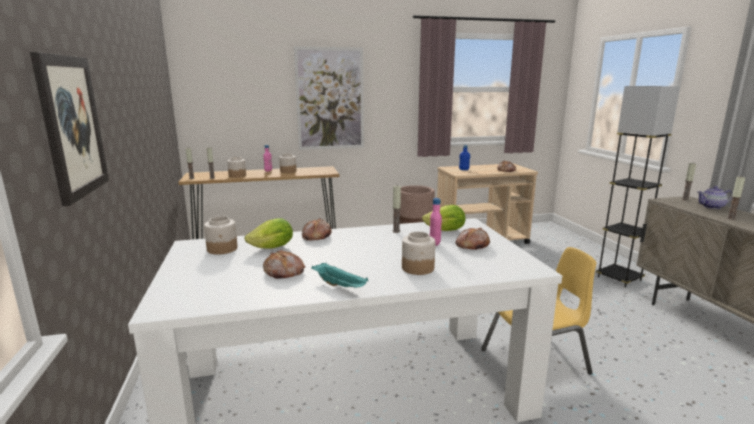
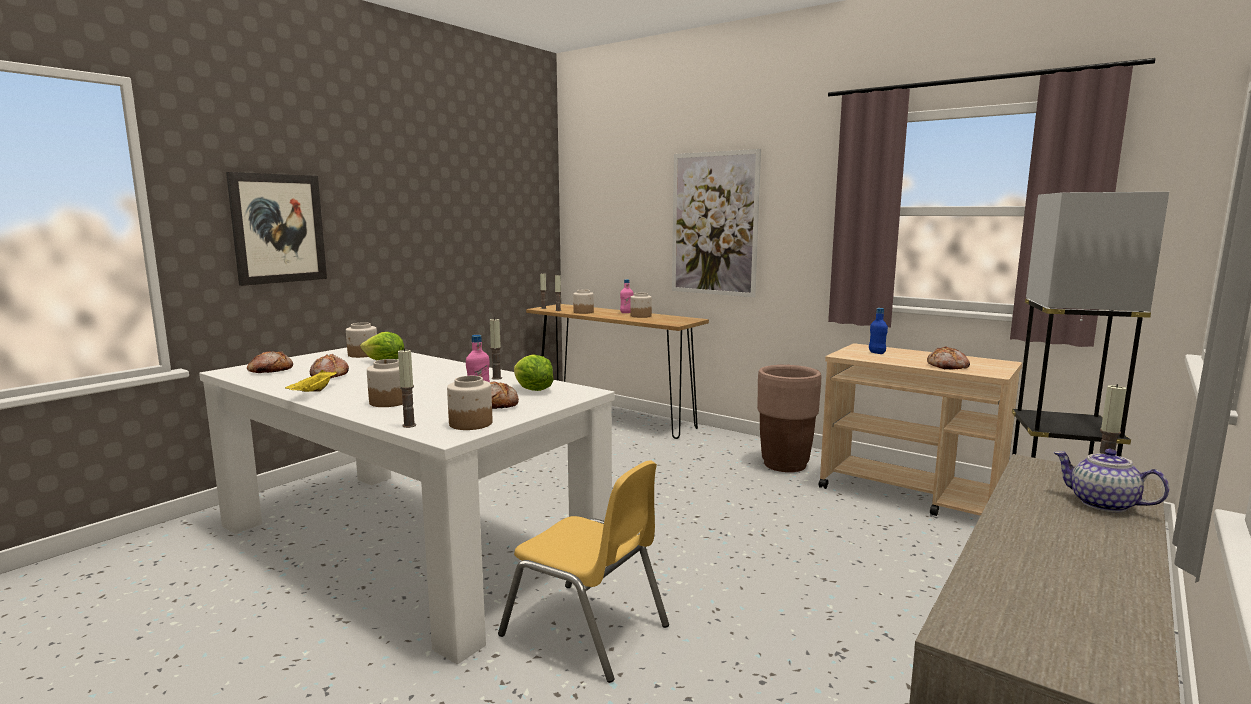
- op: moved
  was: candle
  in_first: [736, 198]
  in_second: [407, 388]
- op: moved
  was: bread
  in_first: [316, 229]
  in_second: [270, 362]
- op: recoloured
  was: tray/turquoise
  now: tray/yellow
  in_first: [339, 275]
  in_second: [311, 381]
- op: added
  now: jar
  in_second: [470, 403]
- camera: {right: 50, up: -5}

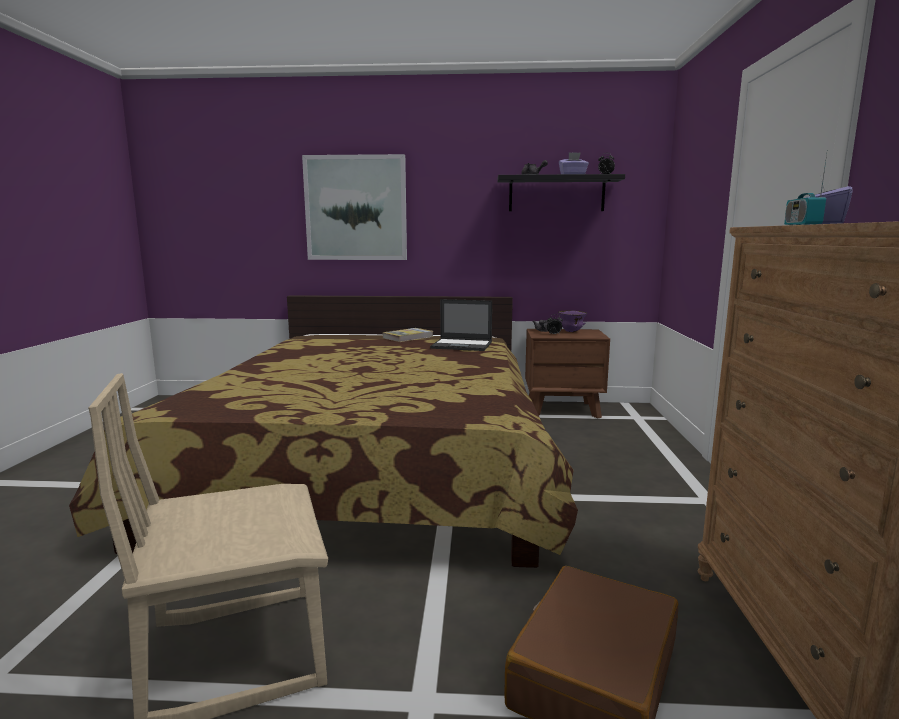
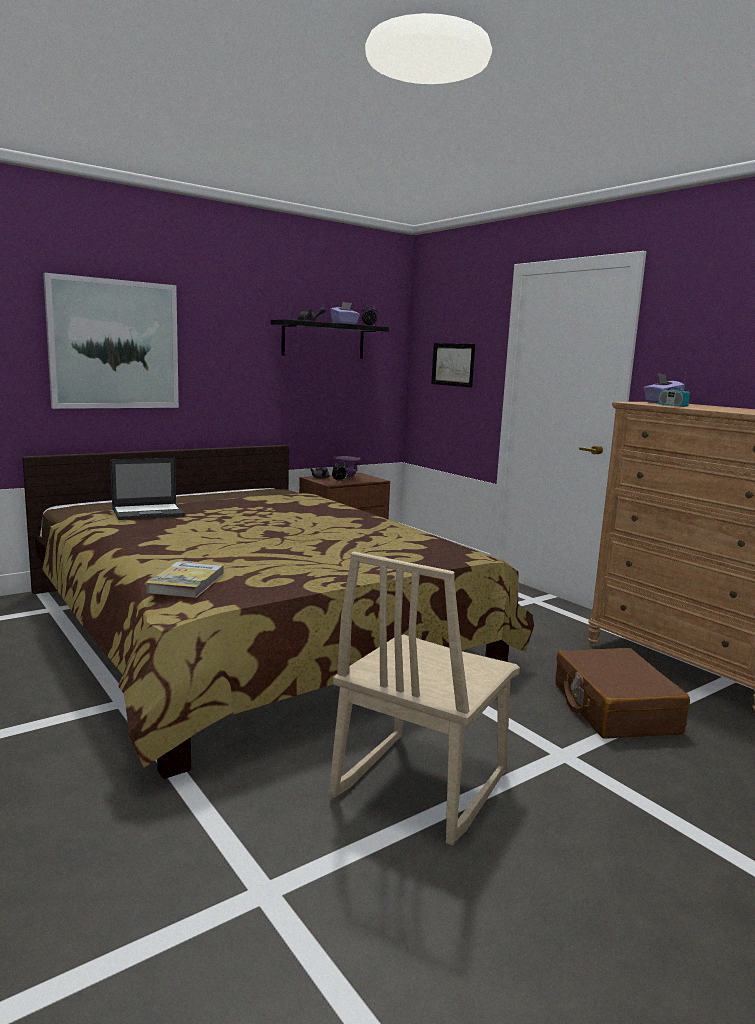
- op: moved
  was: laptop
  in_first: [461, 325]
  in_second: [147, 489]
- op: moved
  was: book
  in_first: [408, 335]
  in_second: [185, 579]
- op: added
  now: picture
  in_second: [453, 365]
- camera: {right: -40, up: 0}

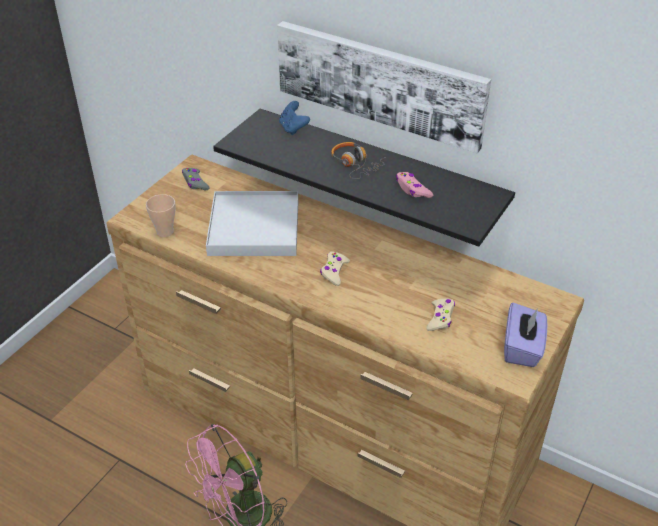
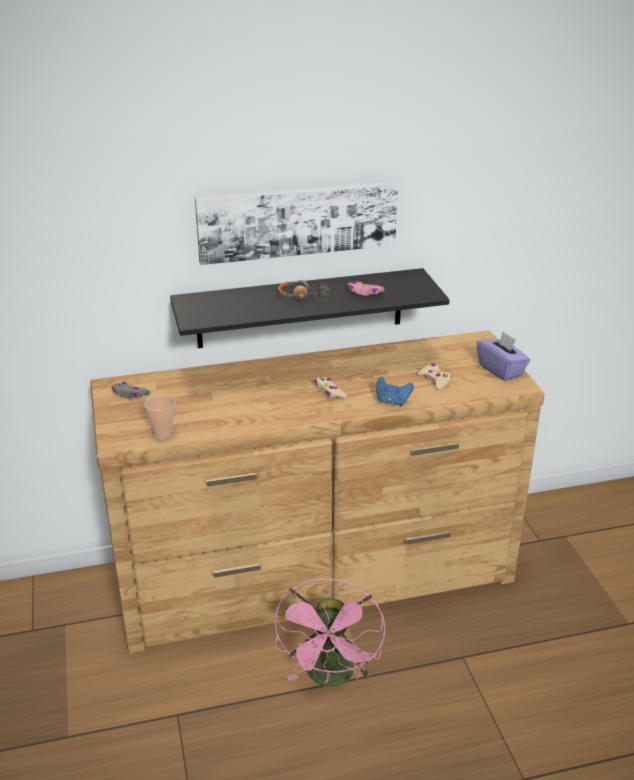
- op: moved
  was: game controller/blue
  in_first: [294, 118]
  in_second: [395, 391]
- op: removed
  was: tray/white
  in_first: [252, 223]
- camera: {right: -45, up: -10}

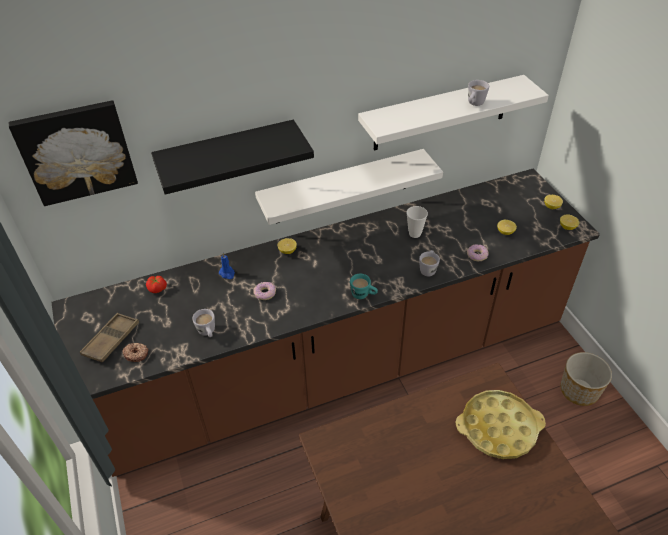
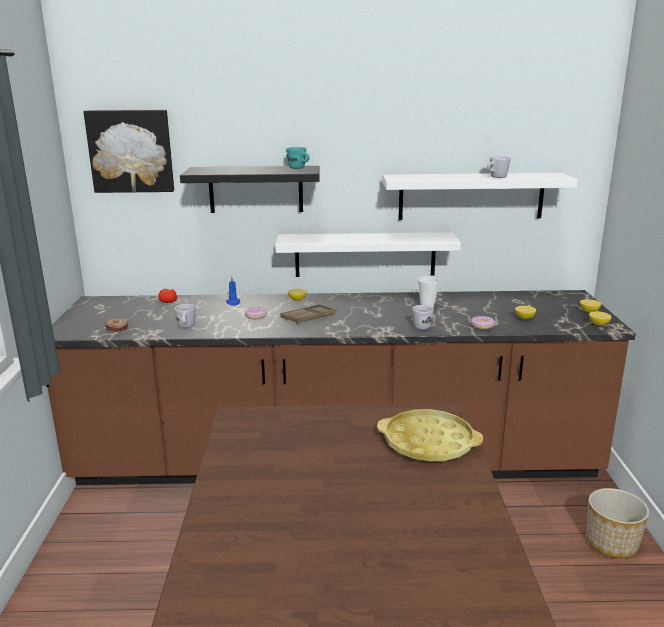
- op: moved
  was: mug/turquoise
  in_first: [364, 286]
  in_second: [297, 158]
- op: moved
  was: tray/brown
  in_first: [109, 338]
  in_second: [309, 314]
- camera: {right: 20, up: -25}

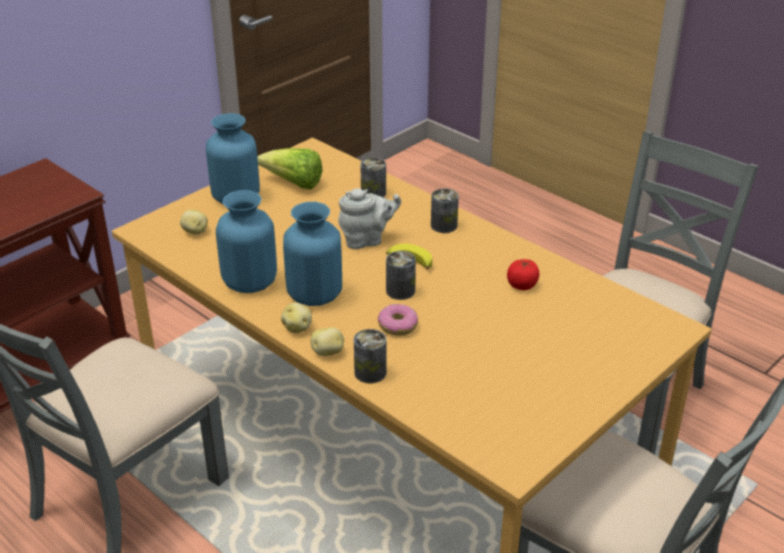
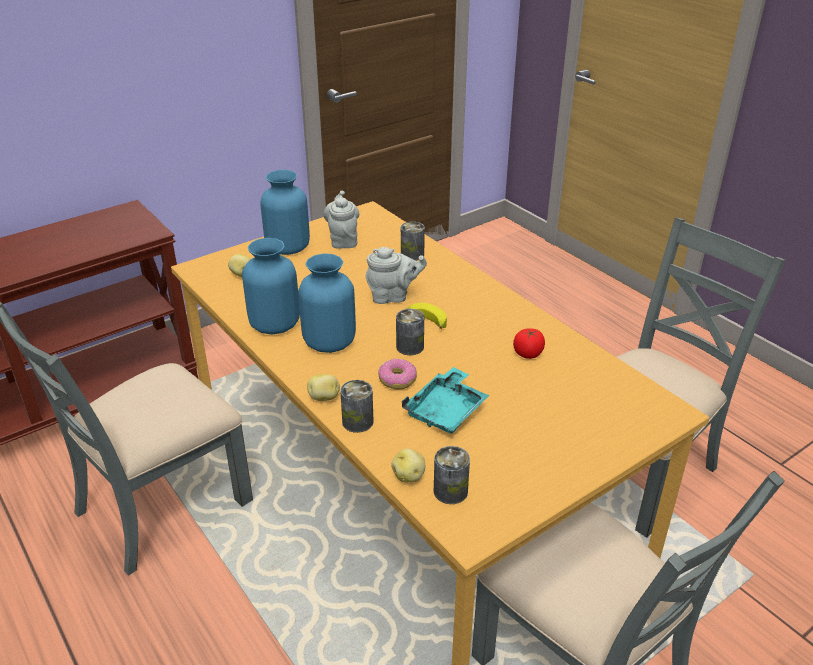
- op: replaced
  was: lettuce
  now: teapot/grey
  in_first: [290, 168]
  in_second: [341, 219]
- op: moved
  was: can
  in_first: [445, 210]
  in_second: [452, 475]
- op: moved
  was: potato
  in_first: [296, 318]
  in_second: [408, 466]
- op: added
  now: tray/turquoise
  in_second: [445, 400]
- camera: {right: 10, up: 0}

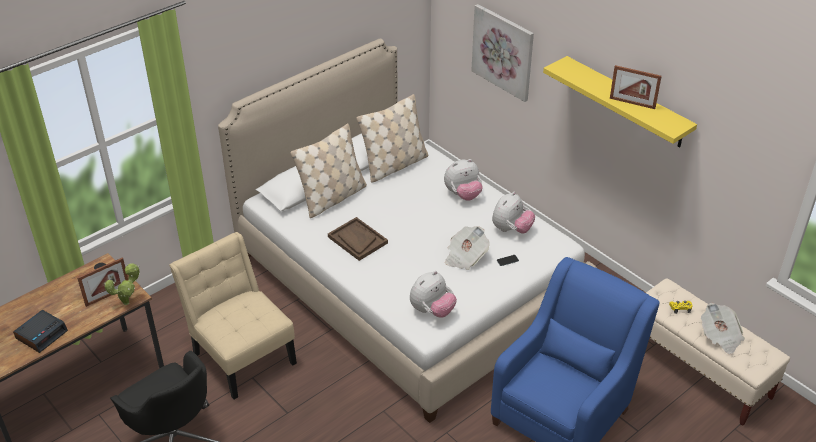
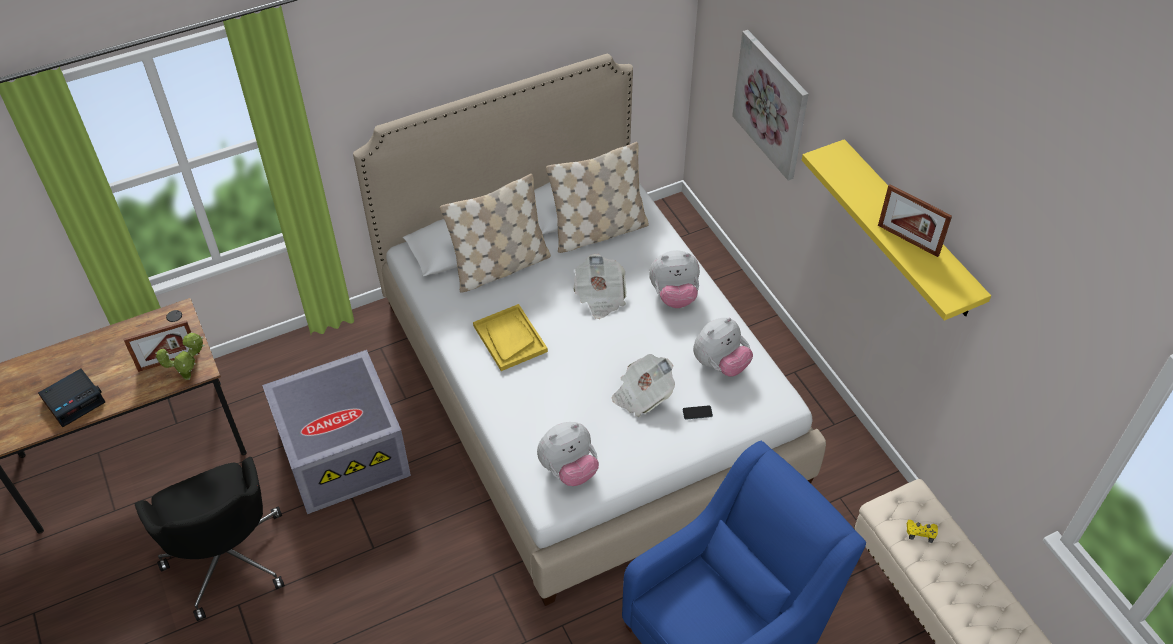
- op: recoloured
  was: tray/brown
  now: tray/yellow
  in_first: [358, 239]
  in_second: [510, 337]
- op: replaced
  was: chair/beige
  now: storage box/grey
  in_first: [233, 315]
  in_second: [336, 432]
- op: moved
  was: newspaper
  in_first: [723, 328]
  in_second: [600, 286]
- camera: {right: 15, up: 10}

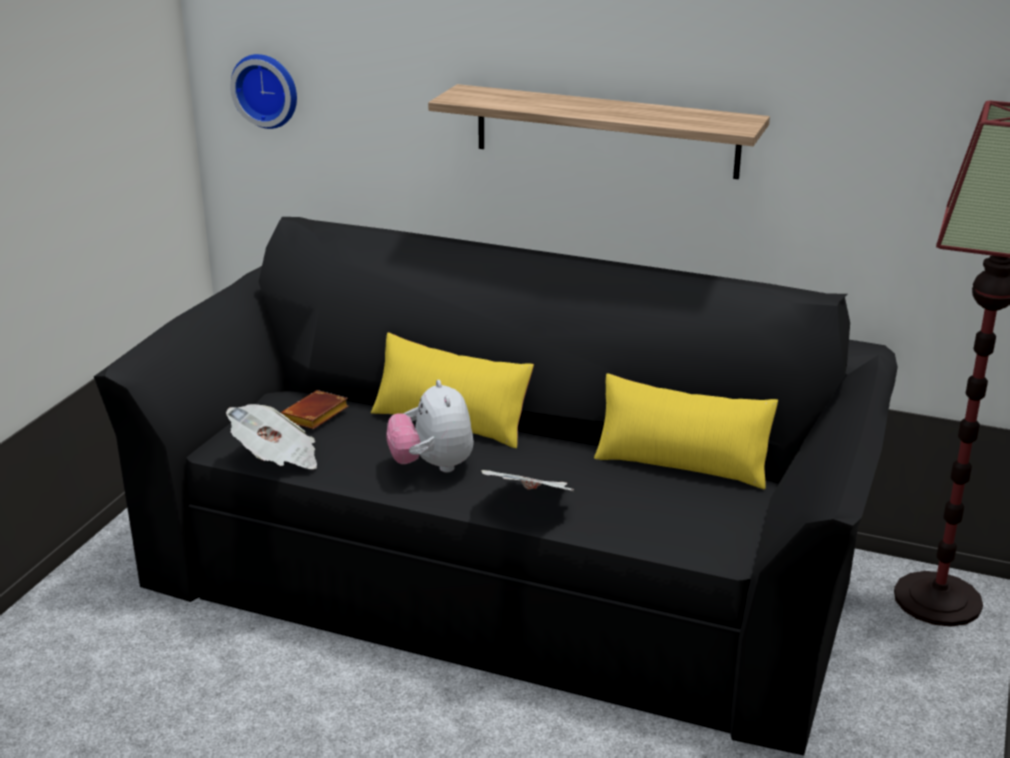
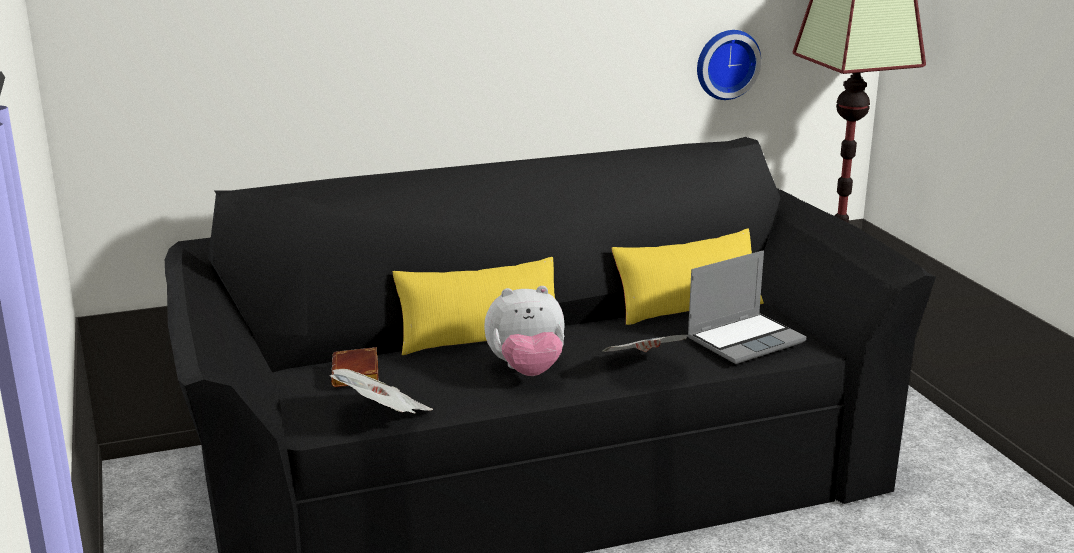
- op: moved
  was: wall clock
  in_first: [263, 91]
  in_second: [729, 65]
- op: removed
  was: shelf
  in_first: [599, 131]
- op: turned
  was: plush toy
  in_first: [430, 426]
  in_second: [524, 331]
  clockwise: -45
- op: added
  now: laptop
  in_second: [746, 307]
- camera: {right: -40, up: -5}

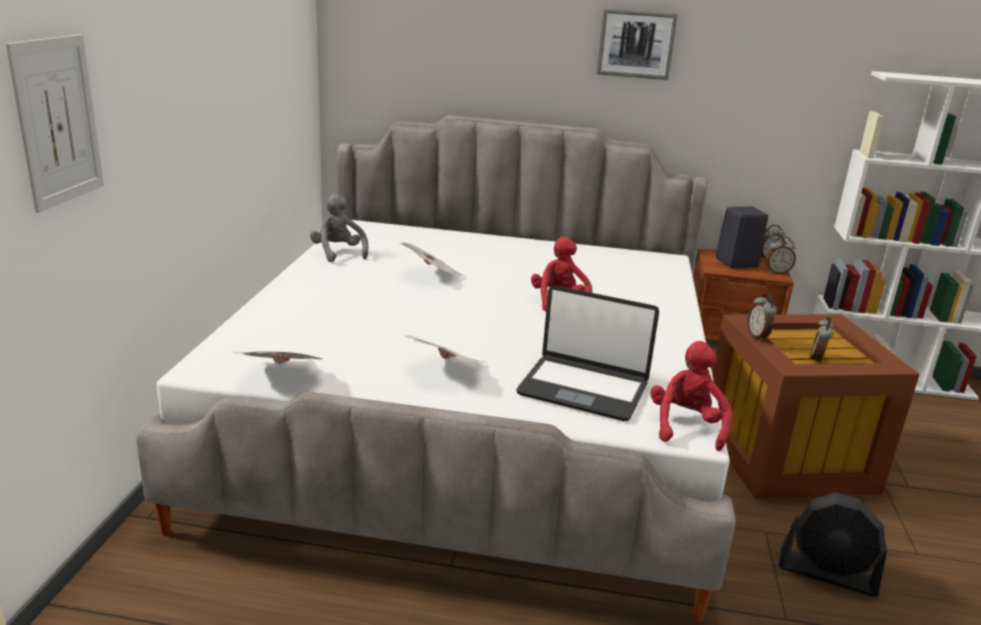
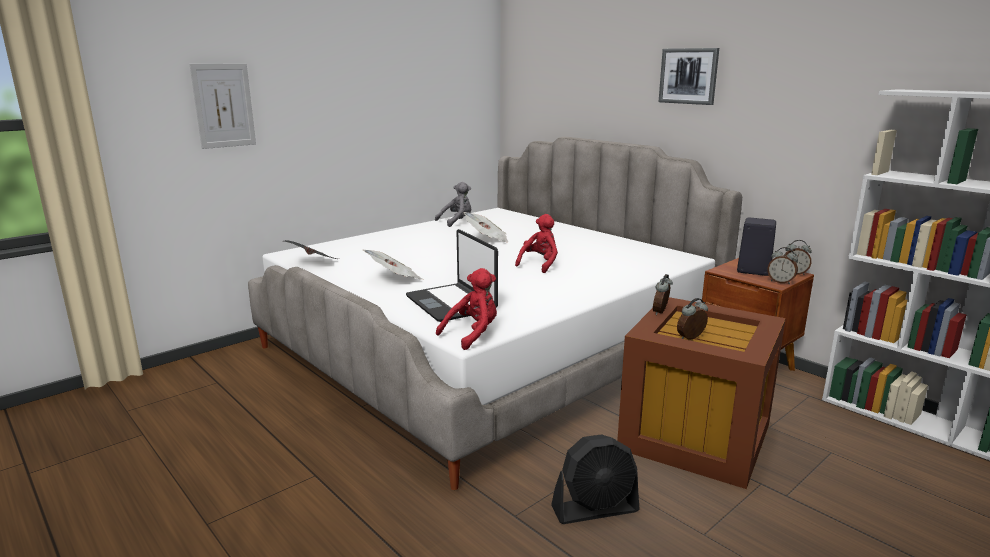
- op: turned
  was: plush toy/grey
  in_first: [339, 228]
  in_second: [453, 204]
  clockwise: 45
- op: turned
  was: fan/black
  in_first: [833, 544]
  in_second: [595, 479]
  clockwise: -75
- camera: {right: 40, up: -5}

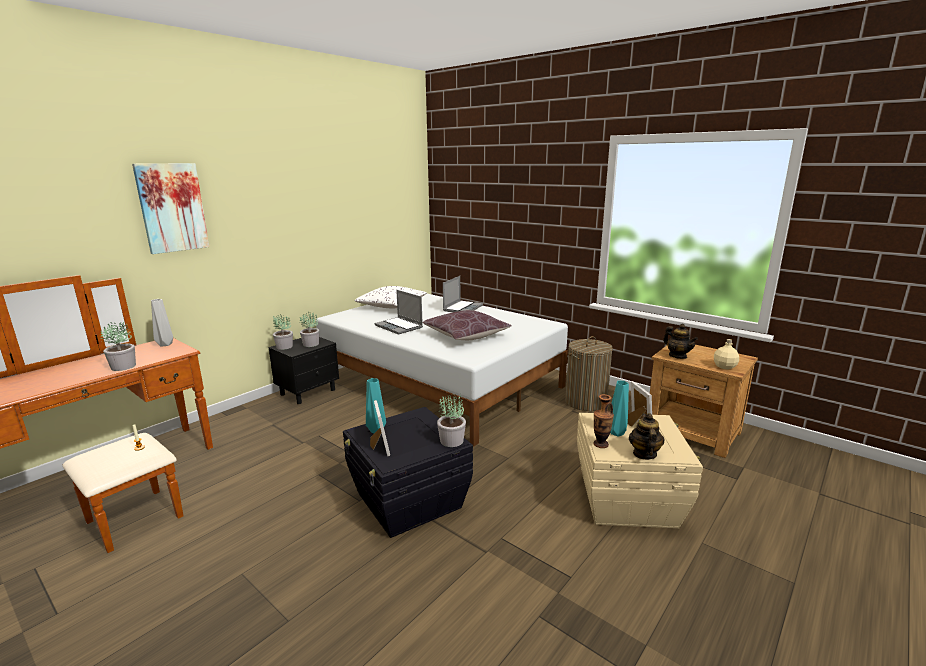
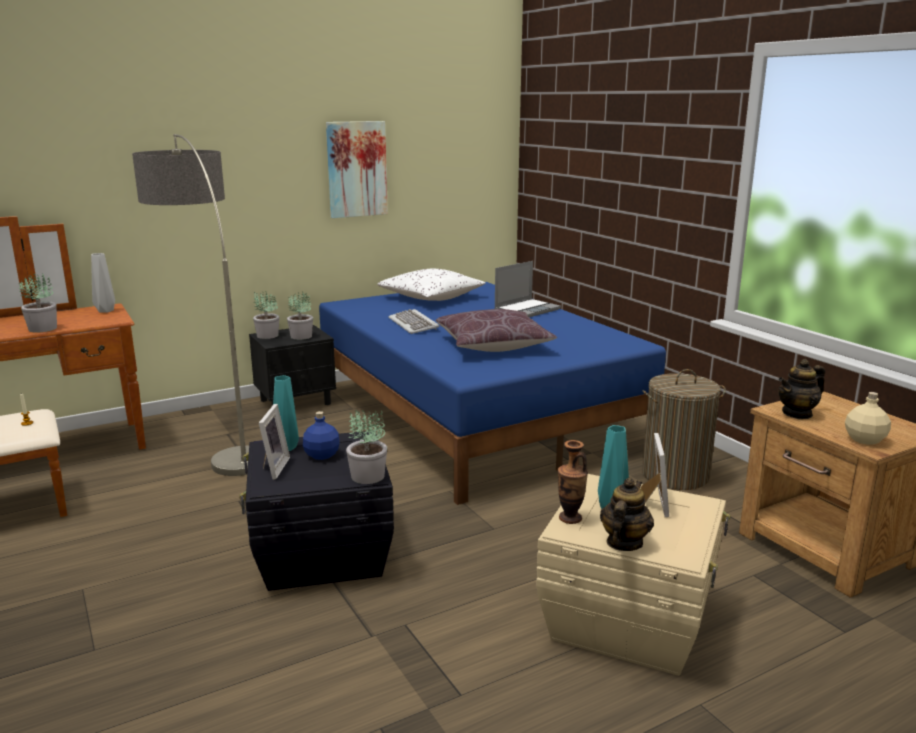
- op: moved
  was: picture
  in_first: [171, 208]
  in_second: [357, 169]
- op: replaced
  was: laptop
  now: keyboard
  in_first: [399, 312]
  in_second: [414, 321]
- op: recoloured
  was: bed/white
  now: bed/blue
  in_first: [442, 370]
  in_second: [492, 393]
- op: turned
  was: teapot
  in_first: [680, 341]
  in_second: [801, 389]
  clockwise: 75
- op: added
  now: floor lamp
  in_second: [190, 305]
- op: added
  now: bottle/blue
  in_second: [321, 435]
- camera: {right: 20, up: 0}

